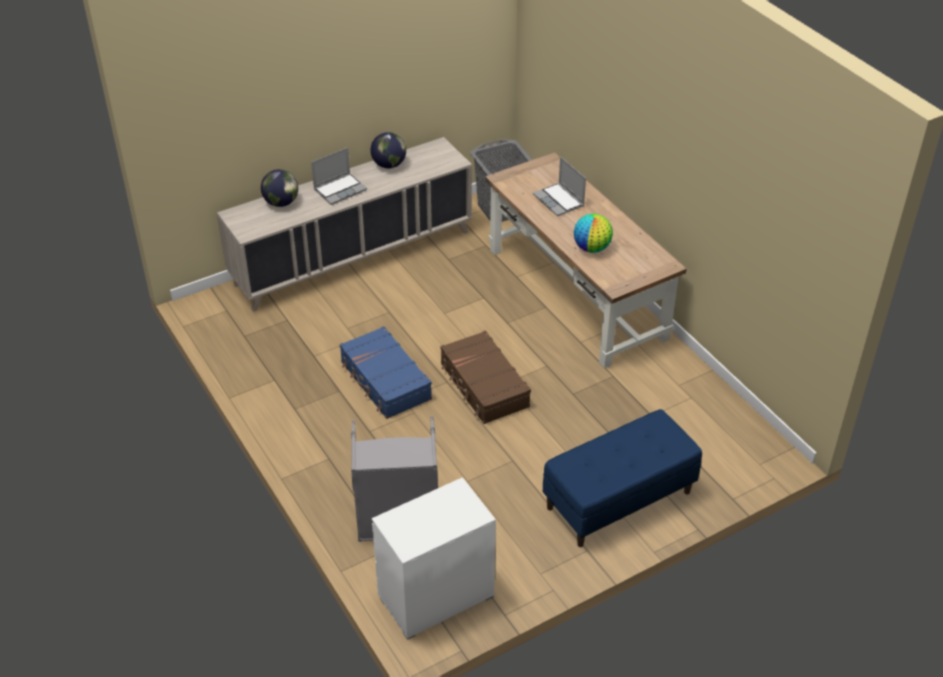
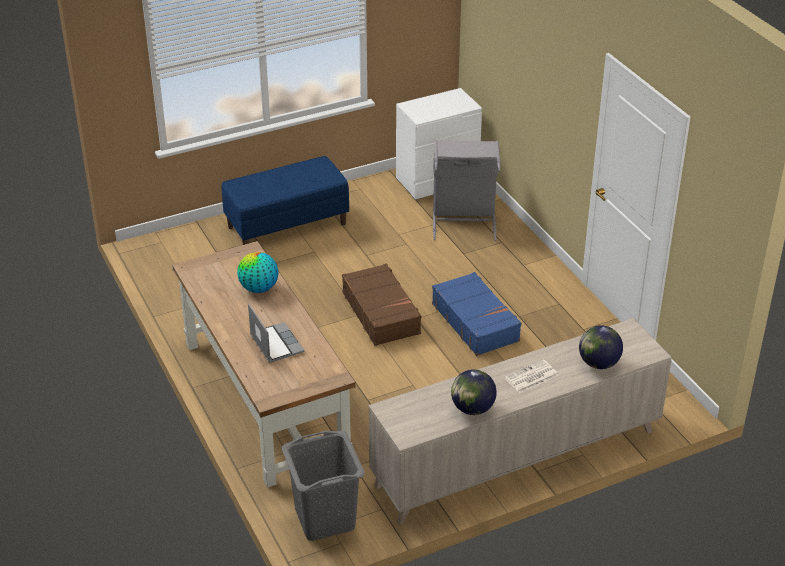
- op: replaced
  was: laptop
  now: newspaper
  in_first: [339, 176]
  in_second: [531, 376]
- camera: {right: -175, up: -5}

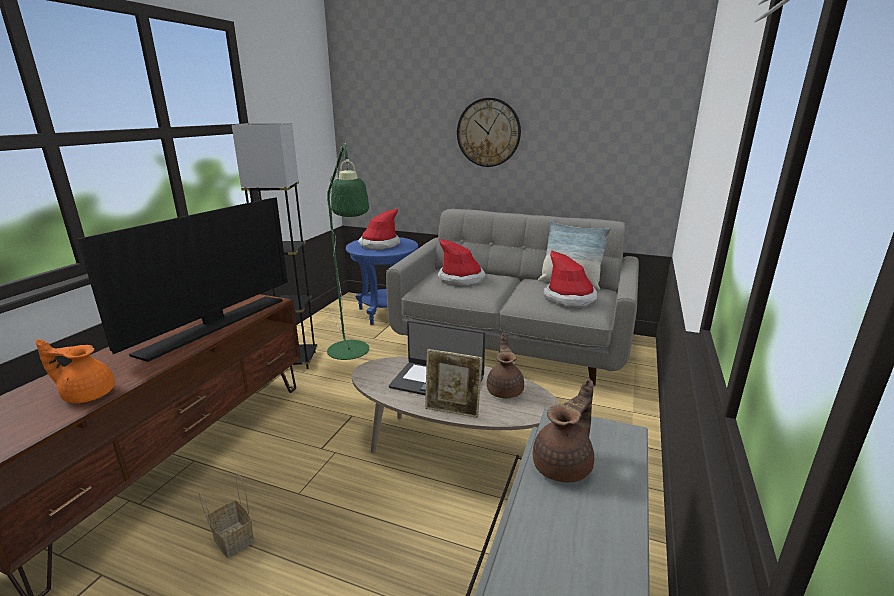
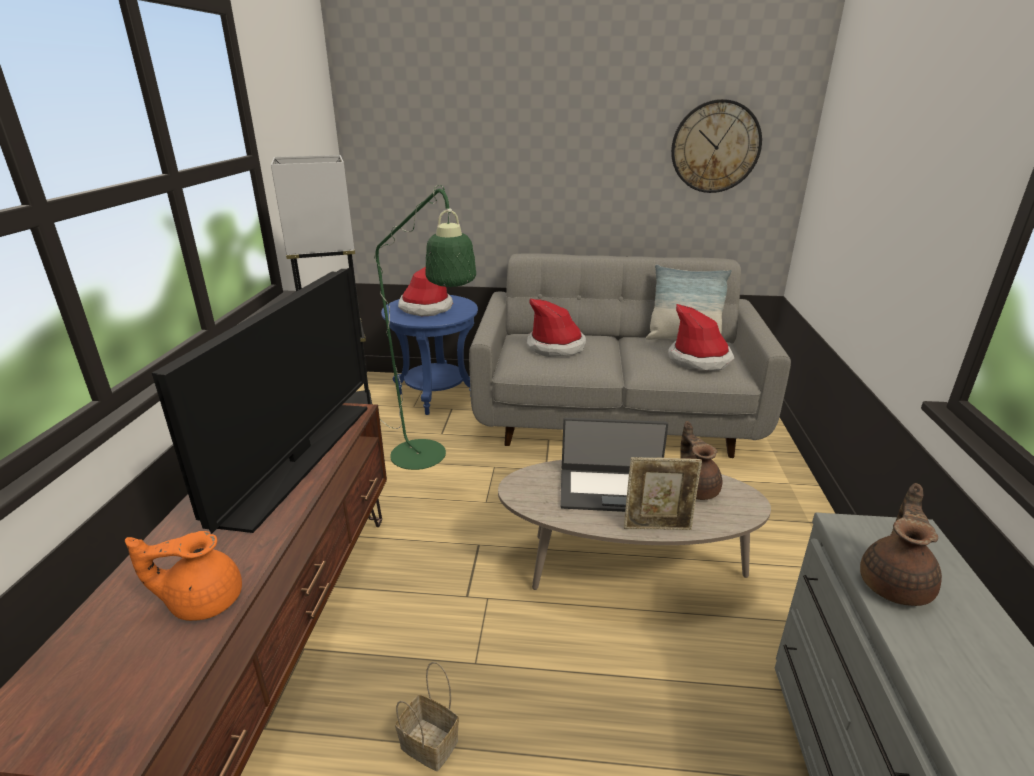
- op: moved
  was: wall clock
  in_first: [489, 132]
  in_second: [716, 146]
- camera: {right: -15, up: 5}

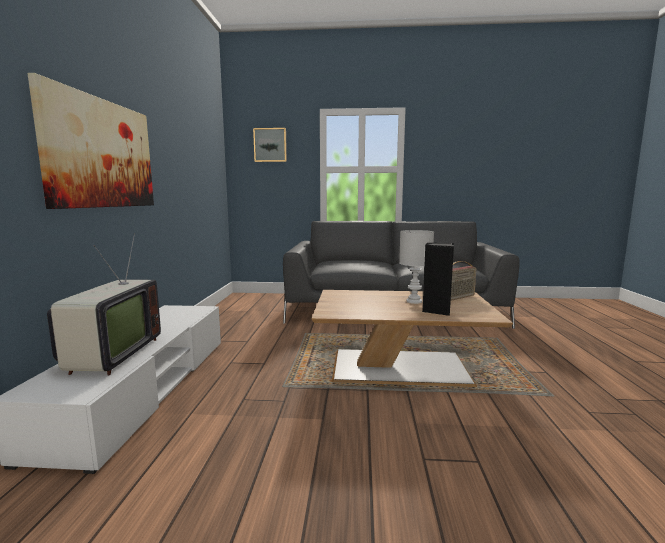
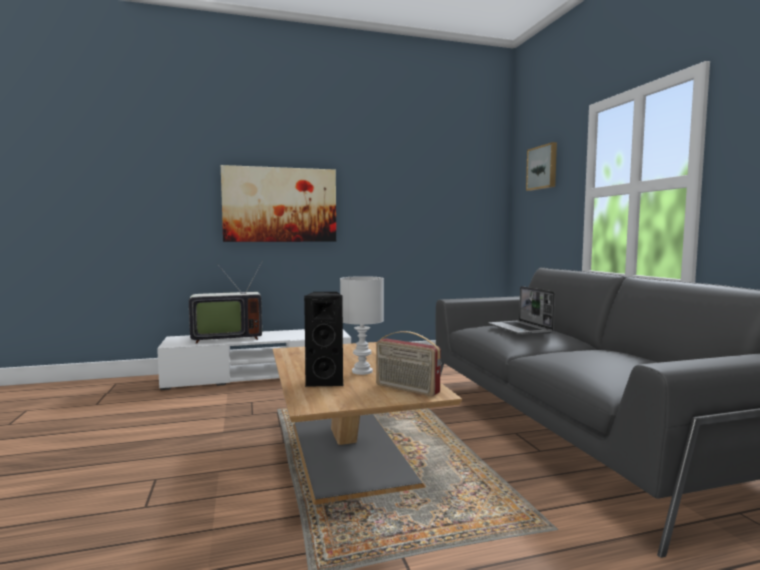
- op: added
  now: laptop
  in_second: [521, 310]
- camera: {right: 70, up: -5}

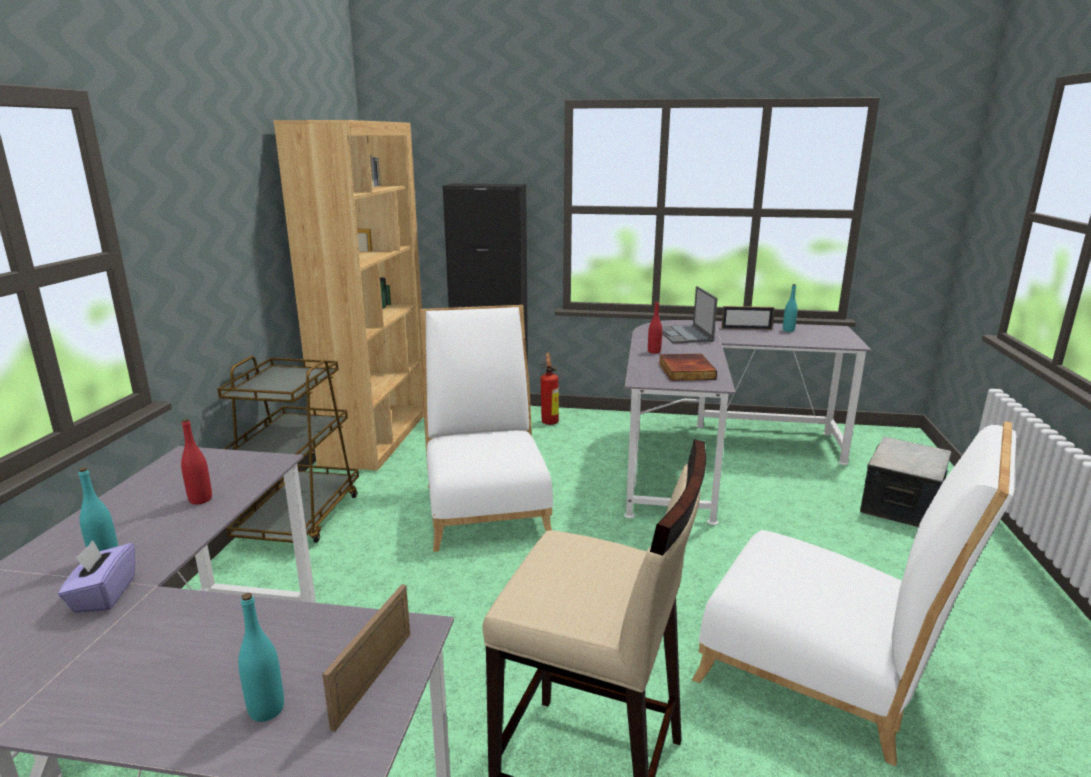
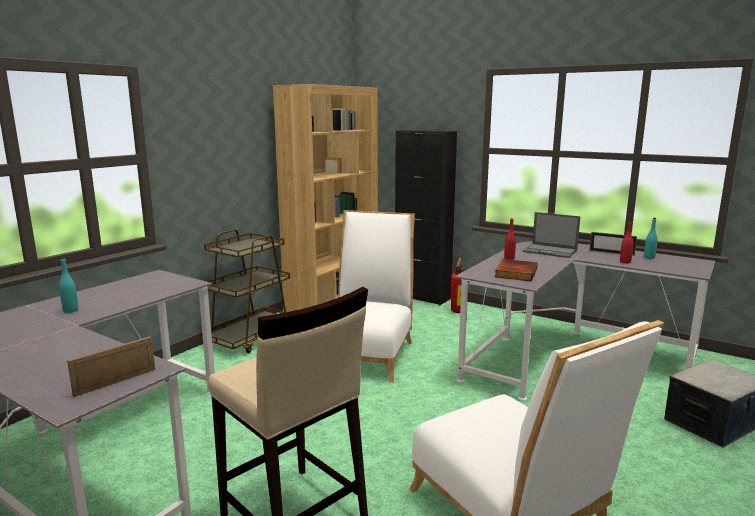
- op: turned
  was: laptop
  in_first: [690, 314]
  in_second: [552, 235]
  clockwise: -75
- op: moved
  was: bottle/red
  in_first: [196, 462]
  in_second: [627, 242]
- op: removed
  was: tissue box/purple
  in_first: [96, 576]
- op: removed
  was: bottle/turquoise
  in_first: [261, 657]
- camera: {right: 25, up: -5}

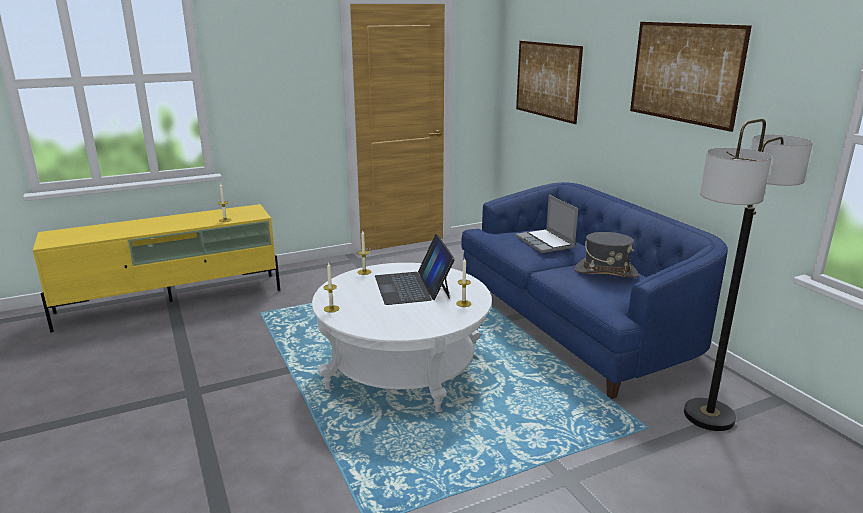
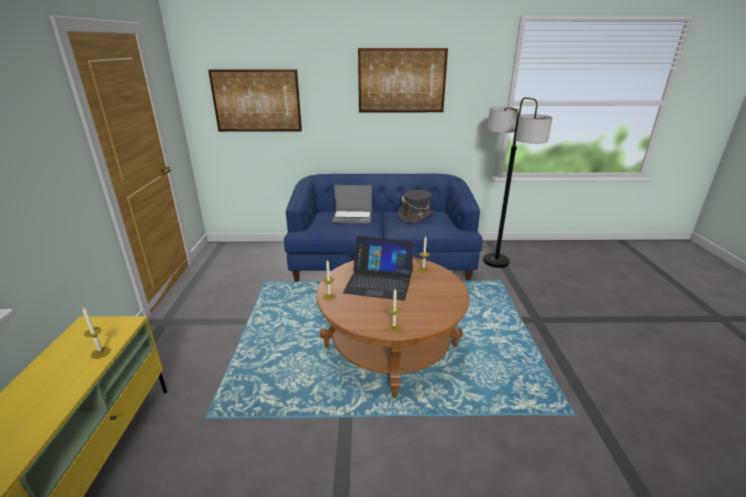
- op: recoloured
  was: coffee table/white
  now: coffee table/brown
  in_first: [402, 337]
  in_second: [392, 327]
- camera: {right: -65, up: 5}

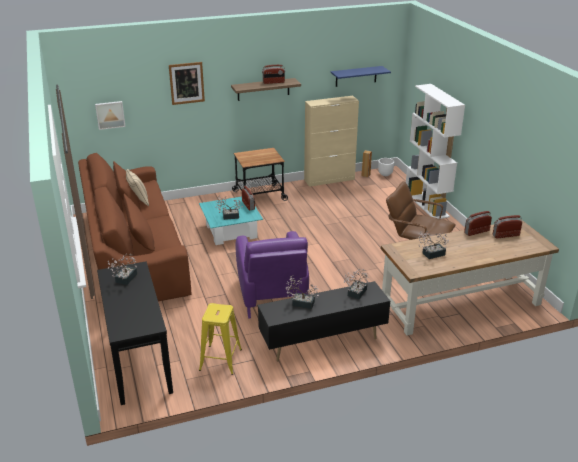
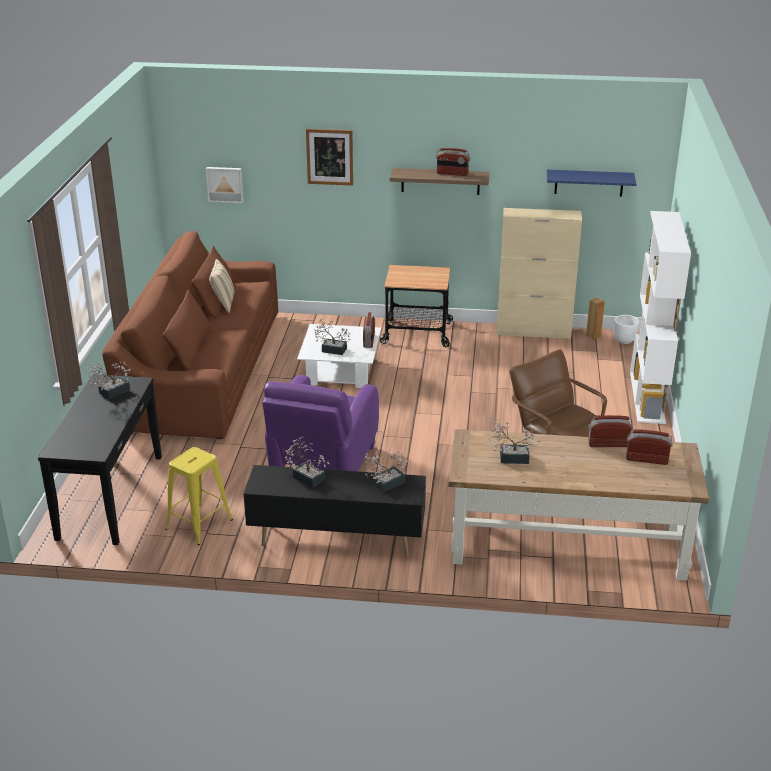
- op: recoloured
  was: coffee table/turquoise
  now: coffee table/white
  in_first: [231, 221]
  in_second: [339, 356]
- camera: {right: 25, up: 0}

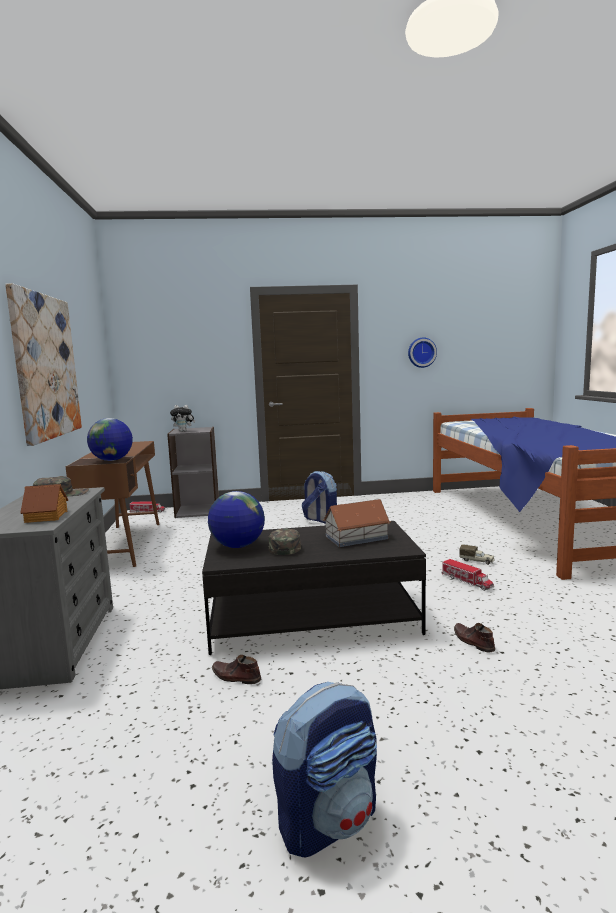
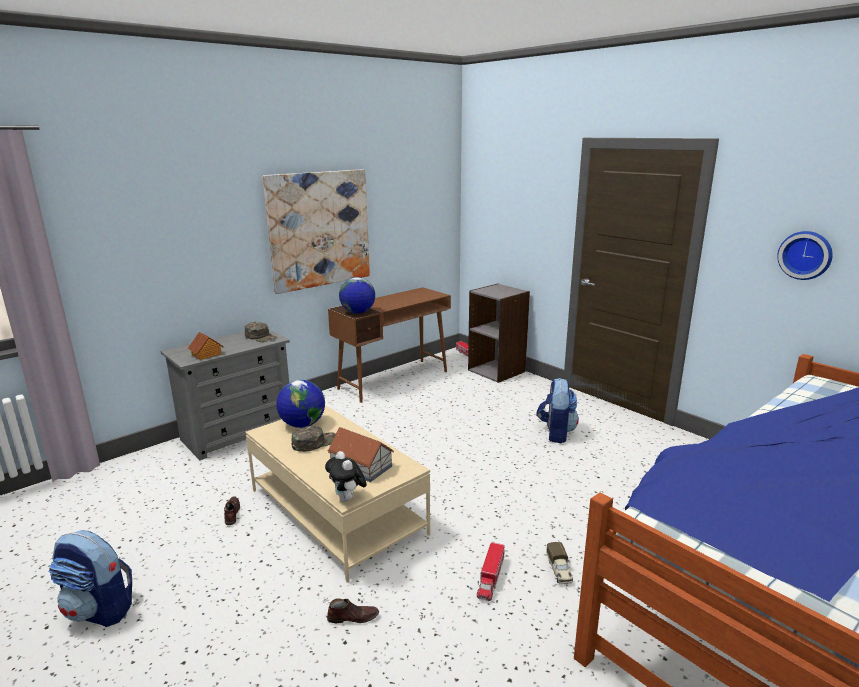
- op: moved
  was: plush toy
  in_first: [182, 418]
  in_second: [346, 476]
- op: recoloured
  was: coffee table/black
  now: coffee table/beige
  in_first: [314, 588]
  in_second: [337, 494]
- op: turned
  was: shoe/brown
  in_first: [474, 637]
  in_second: [353, 611]
  clockwise: 60
- camera: {right: 55, up: 10}

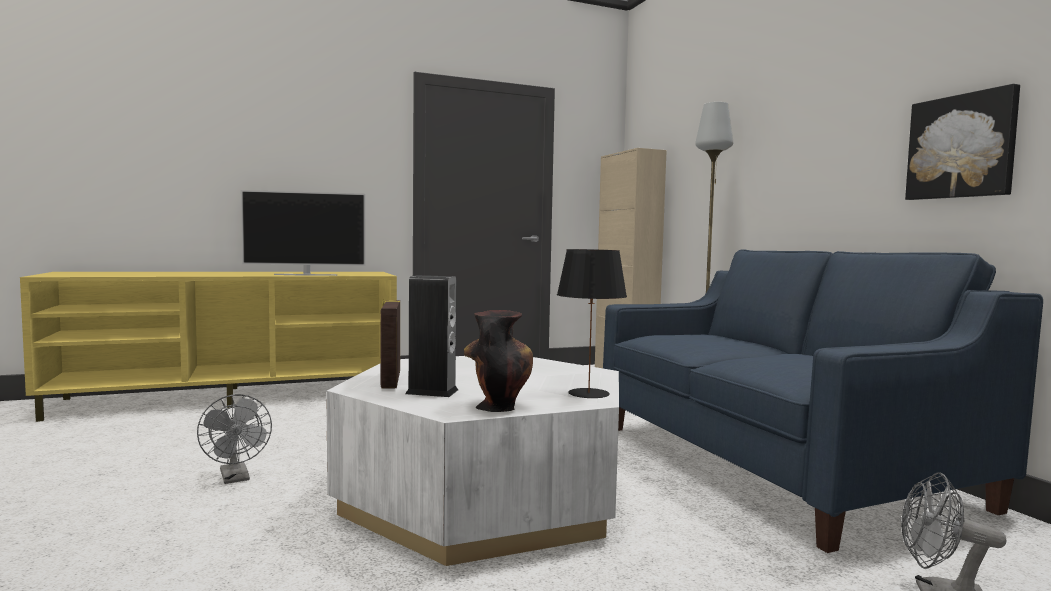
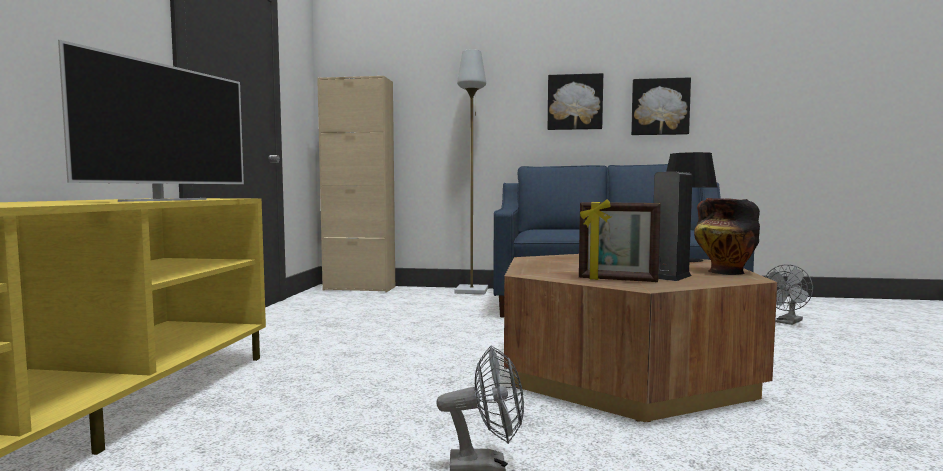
- op: recoloured
  was: coffee table/white
  now: coffee table/brown
  in_first: [472, 461]
  in_second: [640, 338]
- op: added
  now: picture
  in_second: [575, 101]
- camera: {right: -60, up: 0}

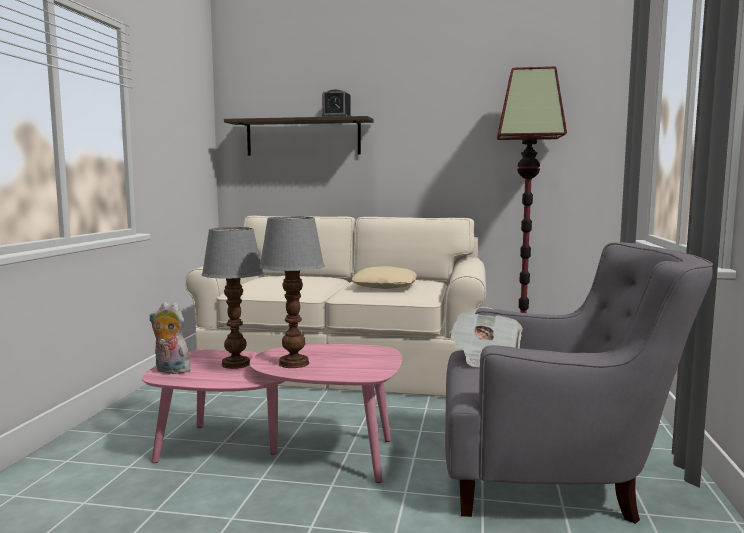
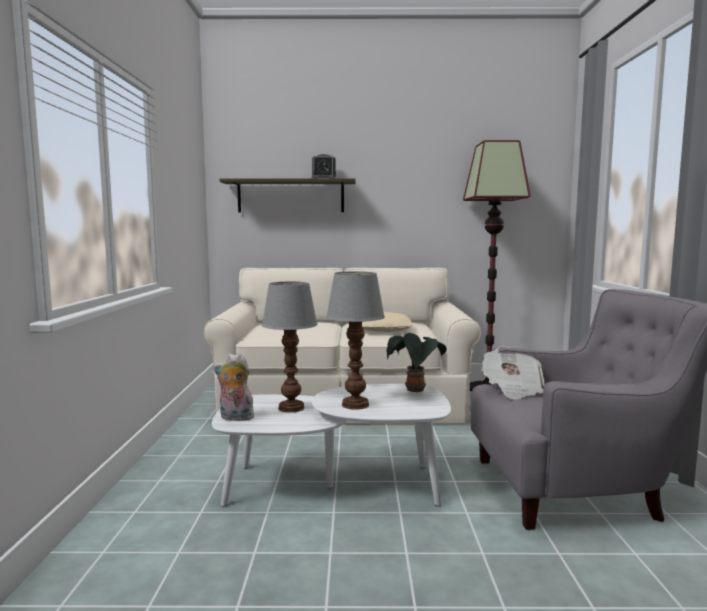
- op: recoloured
  was: coffee table/pink
  now: coffee table/white
  in_first: [272, 413]
  in_second: [331, 445]
- op: added
  now: potted plant
  in_second: [416, 362]
- camera: {right: -10, up: 0}

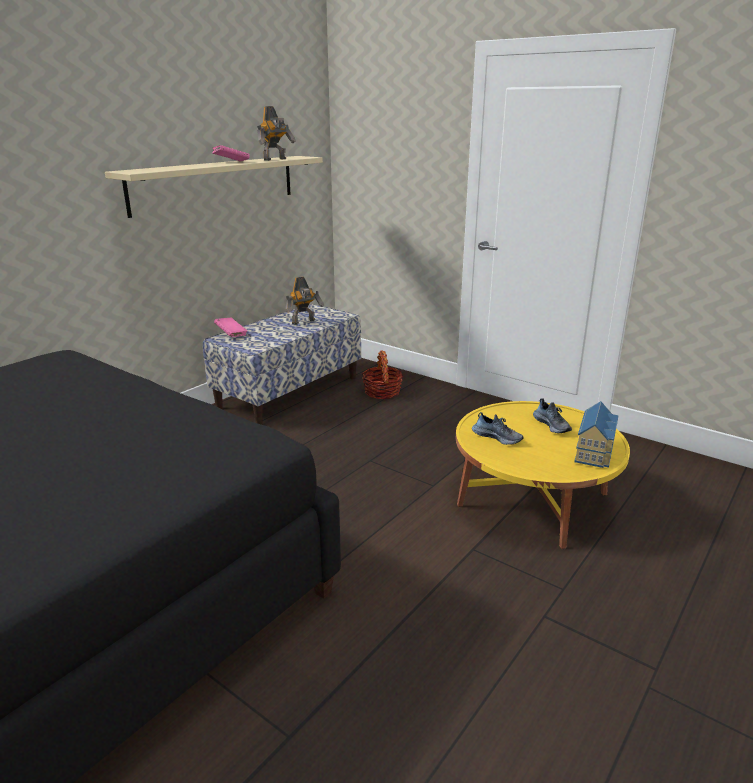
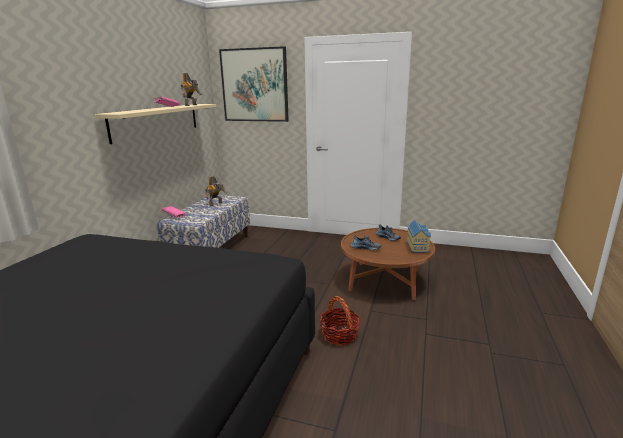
- op: moved
  was: basket
  in_first: [382, 375]
  in_second: [340, 320]
- op: recoloured
  was: coffee table/yellow
  now: coffee table/brown
  in_first: [543, 475]
  in_second: [388, 264]
- op: added
  now: picture
  in_second: [254, 84]
- camera: {right: -20, up: -5}

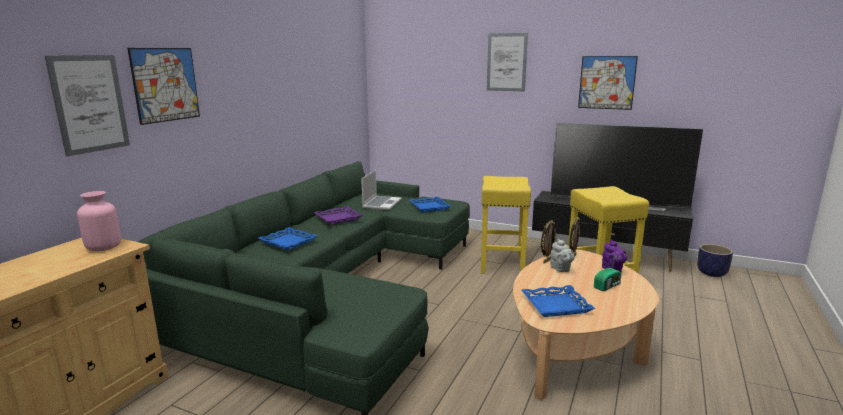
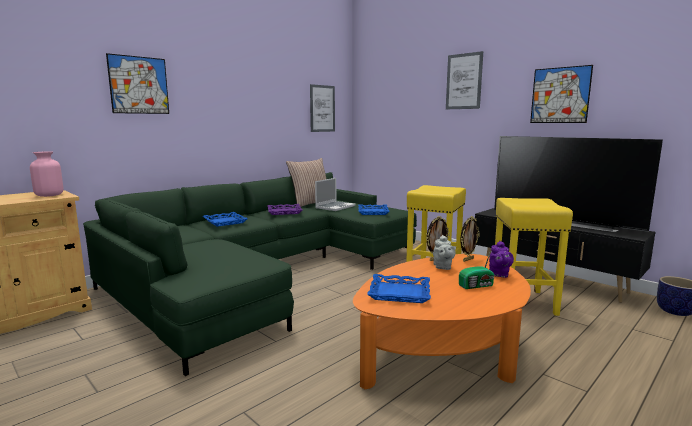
- op: moved
  was: picture
  in_first: [87, 105]
  in_second: [322, 108]
- op: recoloured
  was: coffee table/beige
  now: coffee table/orange
  in_first: [586, 324]
  in_second: [442, 321]
- op: added
  now: pillow
  in_second: [306, 182]
- camera: {right: 20, up: -5}

